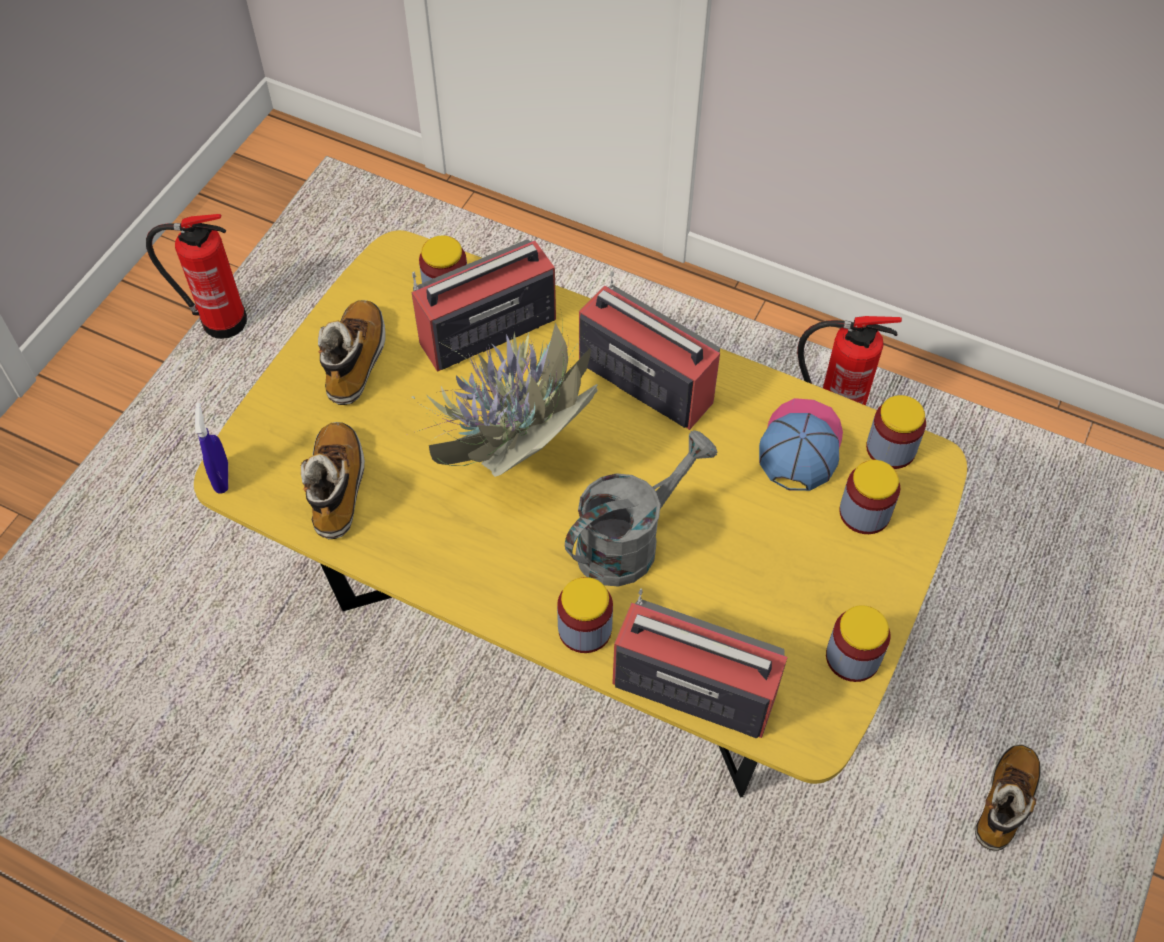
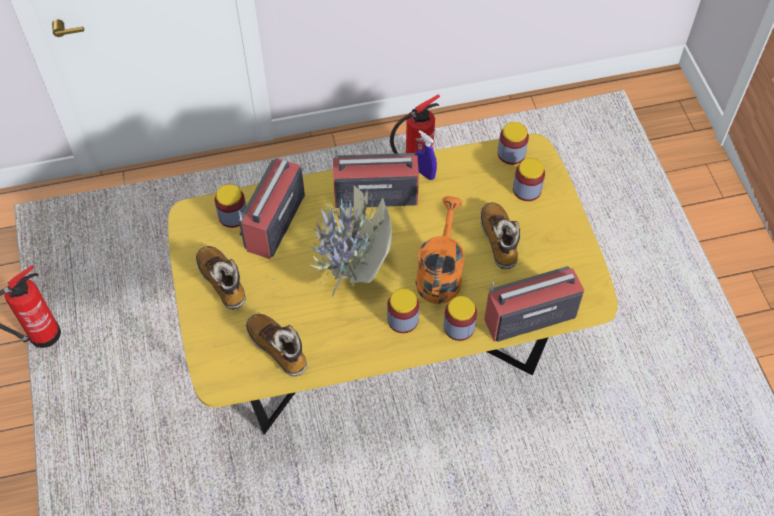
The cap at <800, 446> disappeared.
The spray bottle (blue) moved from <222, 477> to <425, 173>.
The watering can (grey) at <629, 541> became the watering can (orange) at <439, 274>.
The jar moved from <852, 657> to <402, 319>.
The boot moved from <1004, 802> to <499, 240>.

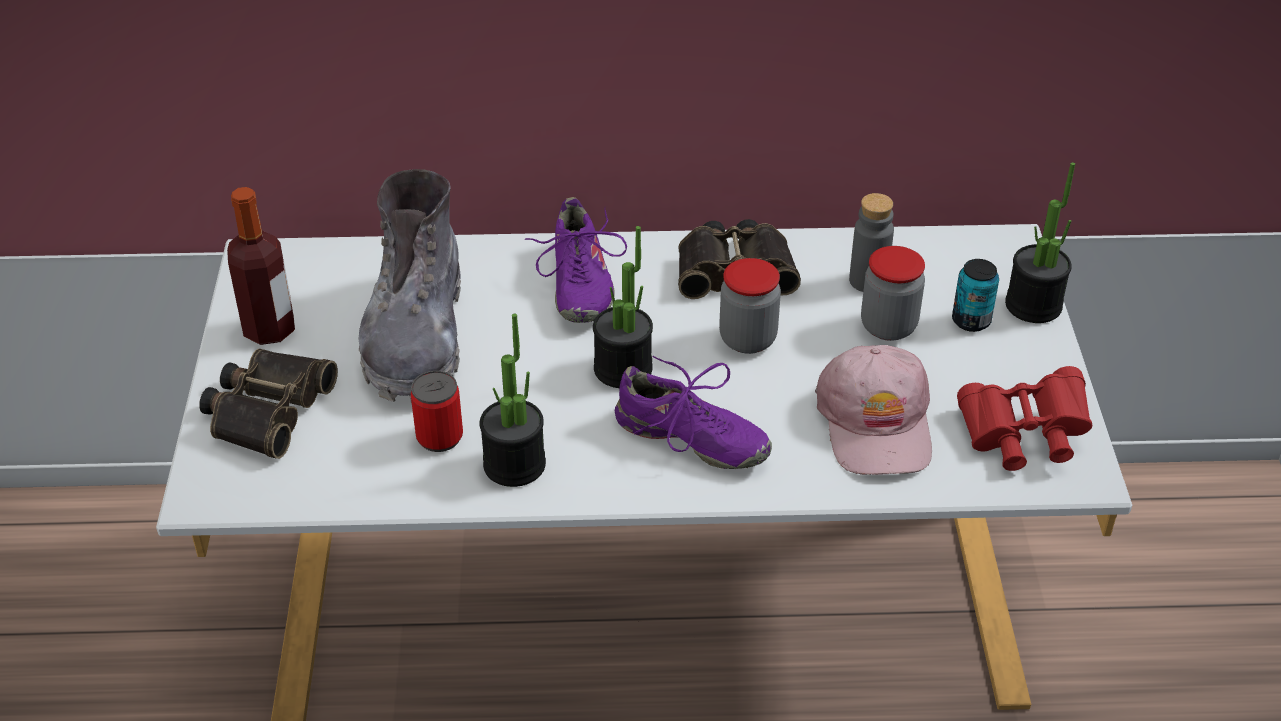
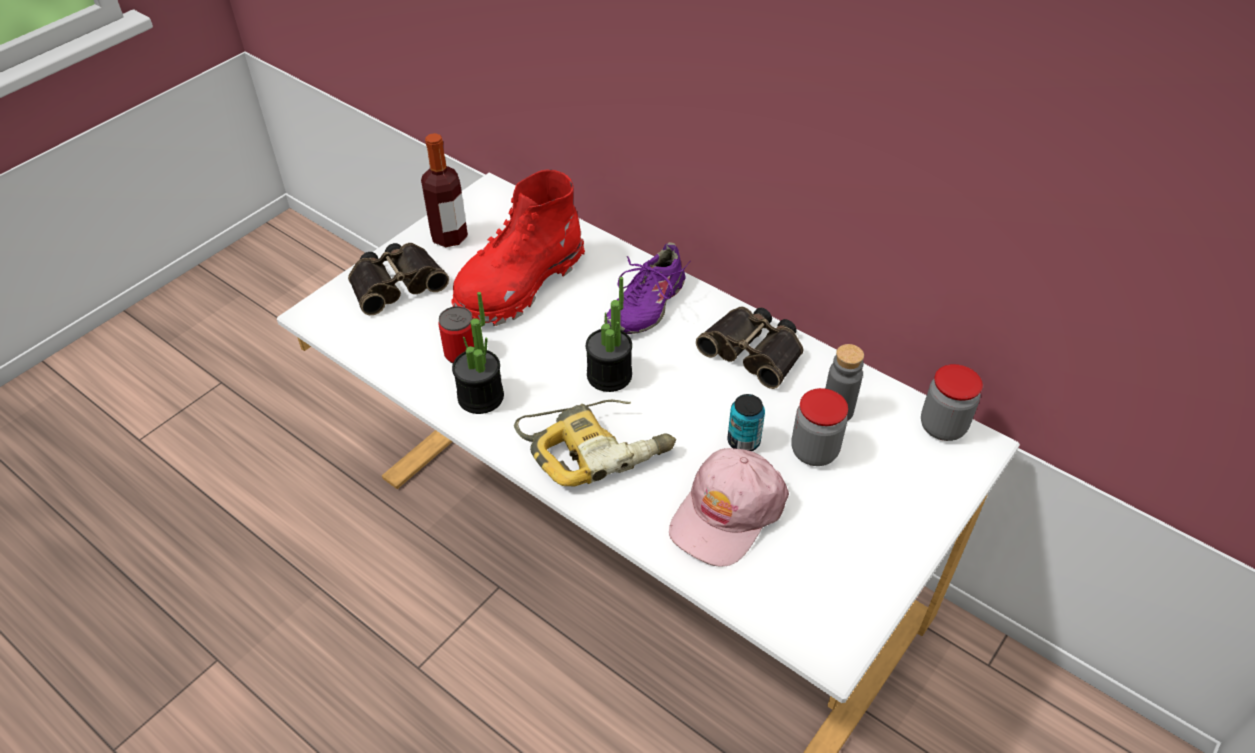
The potted plant at <1033, 305> disappeared.
The boot (grey) at <416, 336> became the boot (red) at <518, 285>.
The jar moved from <747, 339> to <942, 427>.
The can moved from <971, 321> to <743, 441>.
The shoe (purple) at <691, 440> was replaced by the power drill at <596, 447>.
The binoculars (red) at <1022, 437> disappeared.

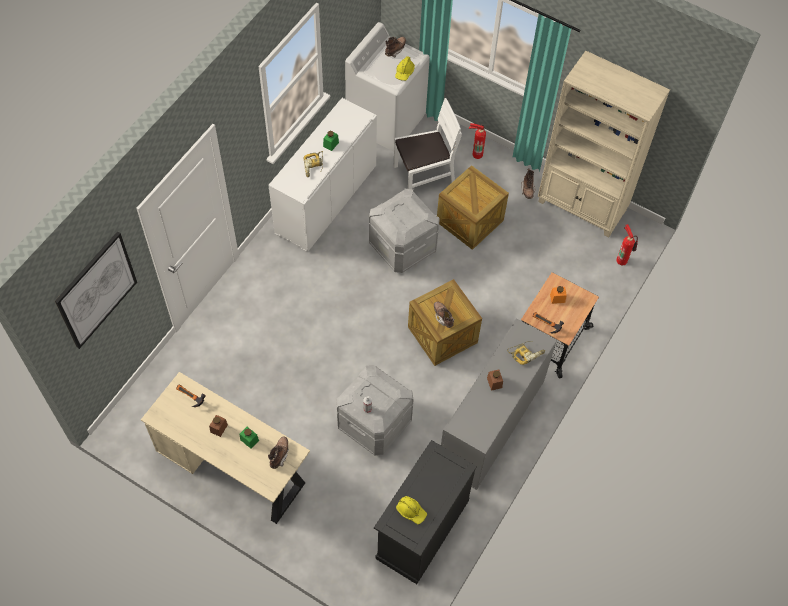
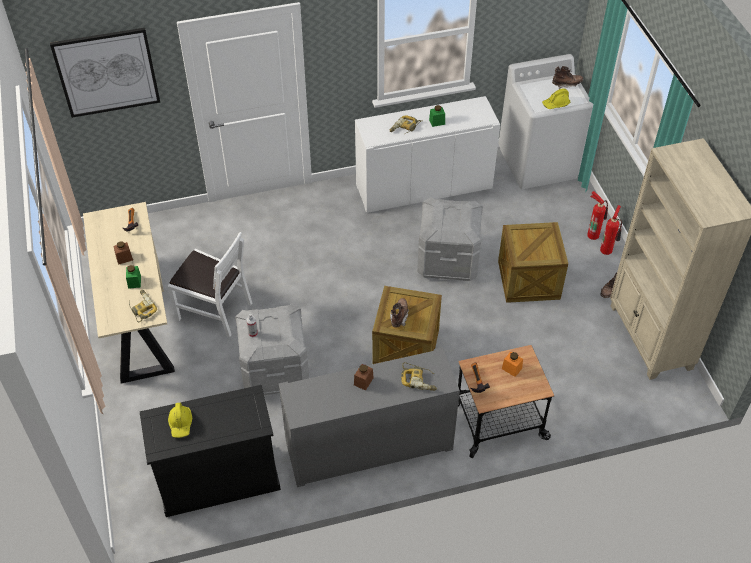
The chair (white) moved from <424, 176> to <214, 310>.
The fire extinguisher moved from <622, 259> to <607, 250>.
The boot (brown) at <279, 455> was replaced by the power drill at <141, 308>.

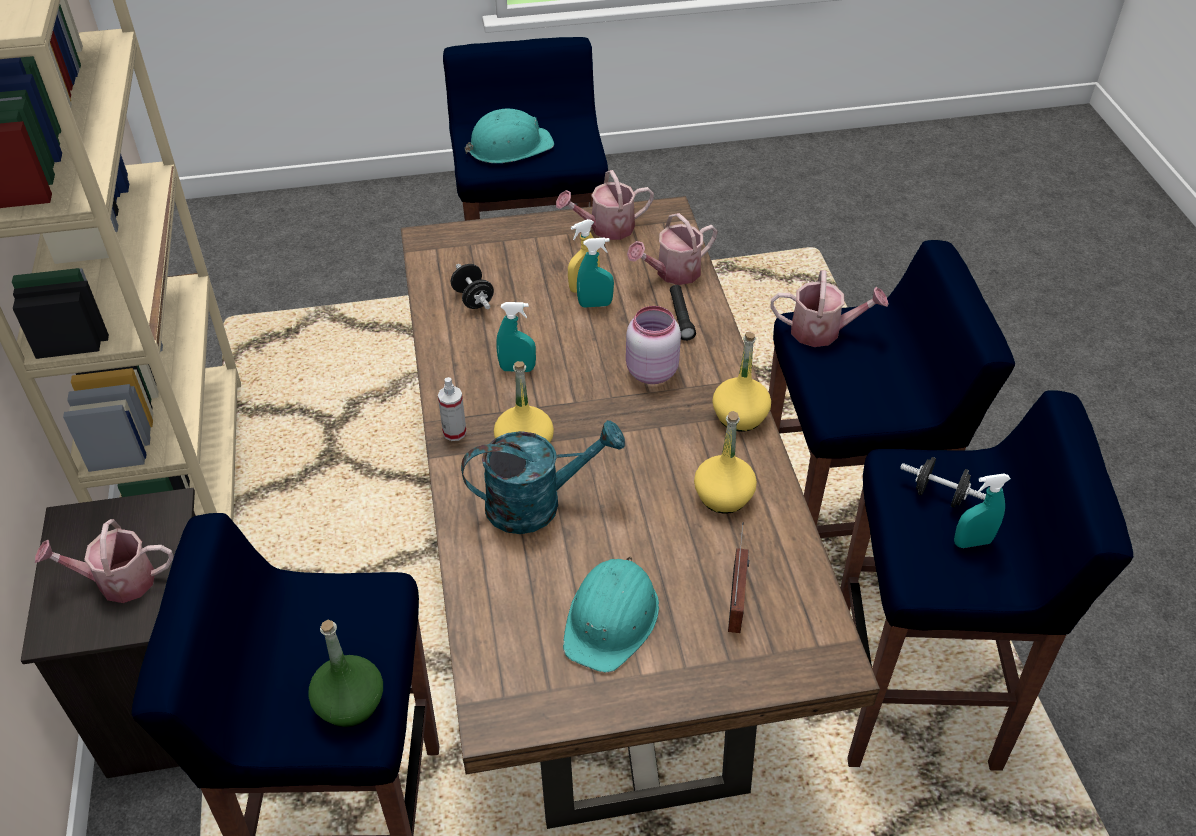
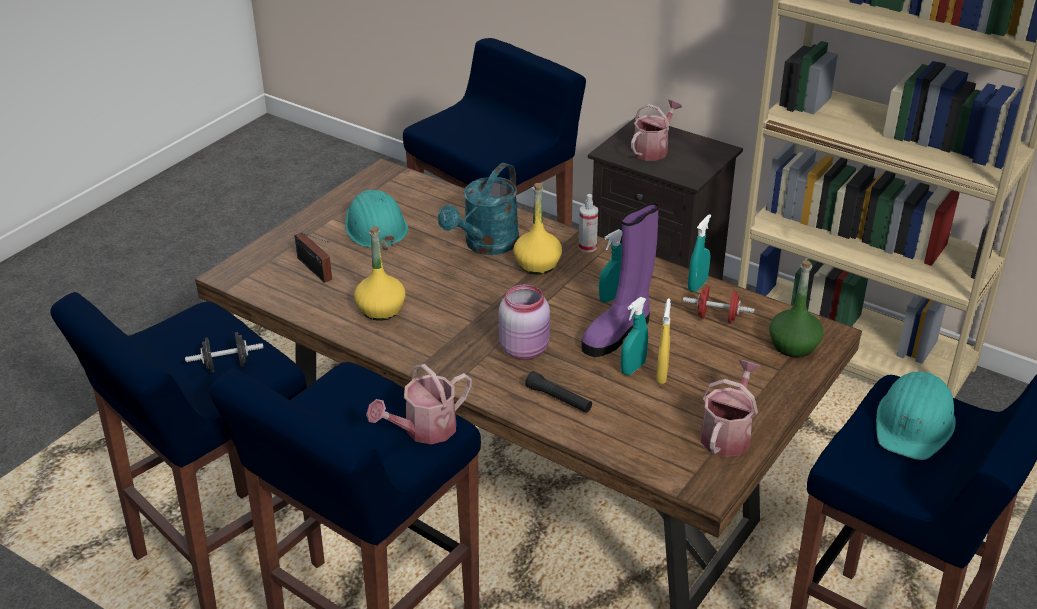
The watering can at <672, 273> disappeared.
The dumbbell (black) at <473, 299> became the dumbbell (red) at <717, 317>.
The bottle (yellow) at <740, 416> disappeared.
The spray bottle (turquoise) moved from <972, 542> to <697, 285>.
The bottle (green) moved from <349, 703> to <793, 345>.
The boot (purple) at <618, 333> appeared.

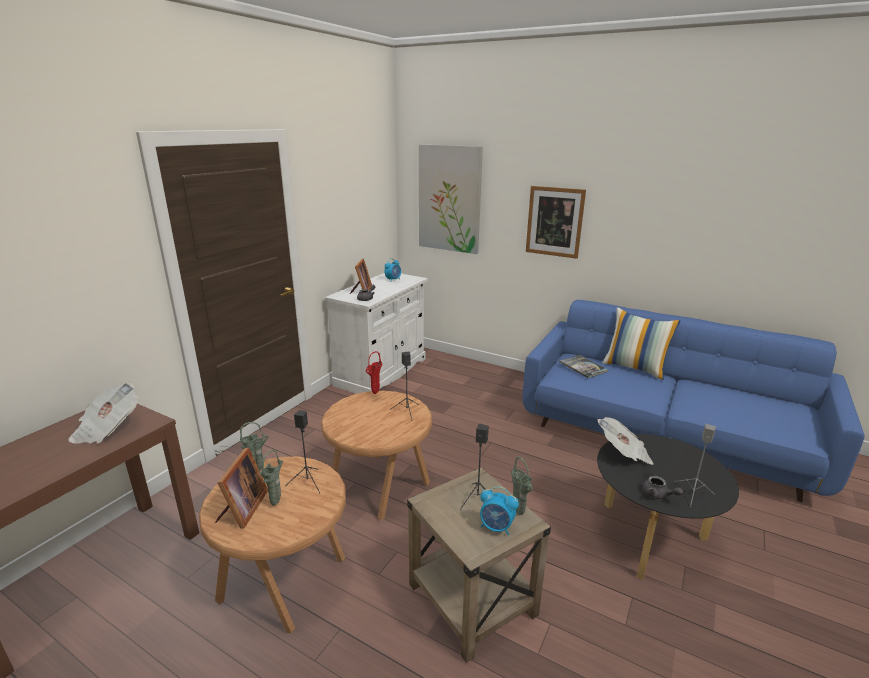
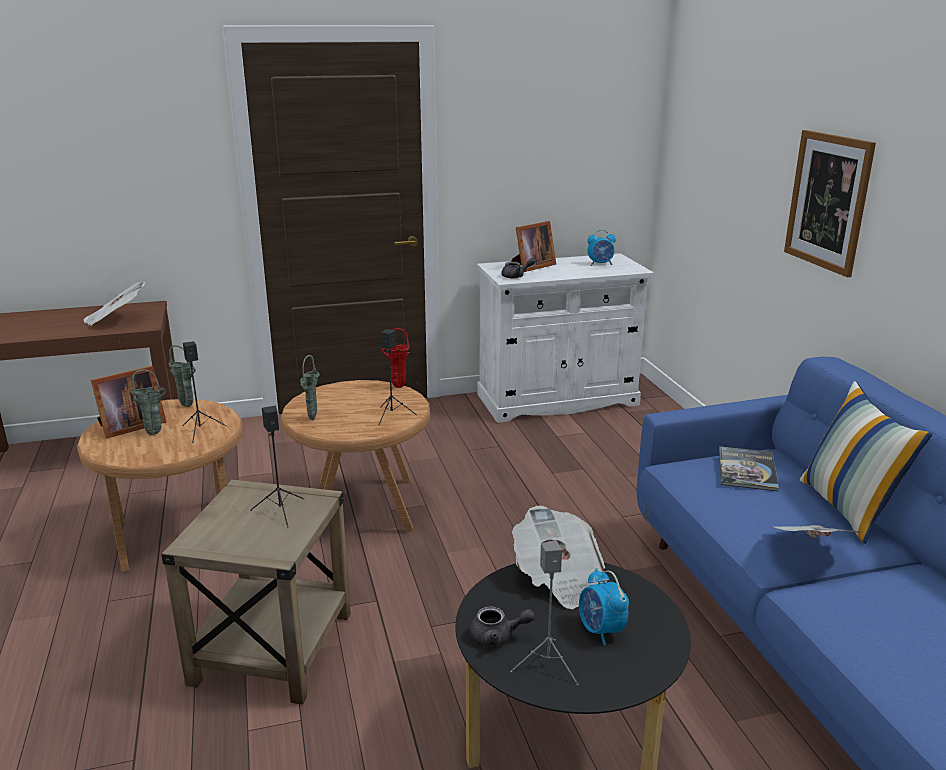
The picture at <449, 199> disappeared.
The vase (green) moved from <519, 514> to <312, 420>.
The teapot (grey) at <658, 495> turned 90 degrees counterclockwise.
The alarm clock moved from <496, 527> to <601, 631>.
The newspaper at <809, 549> appeared.

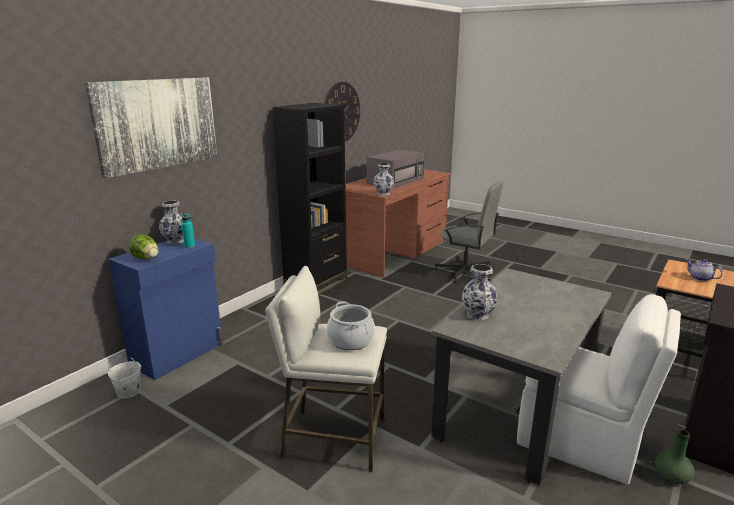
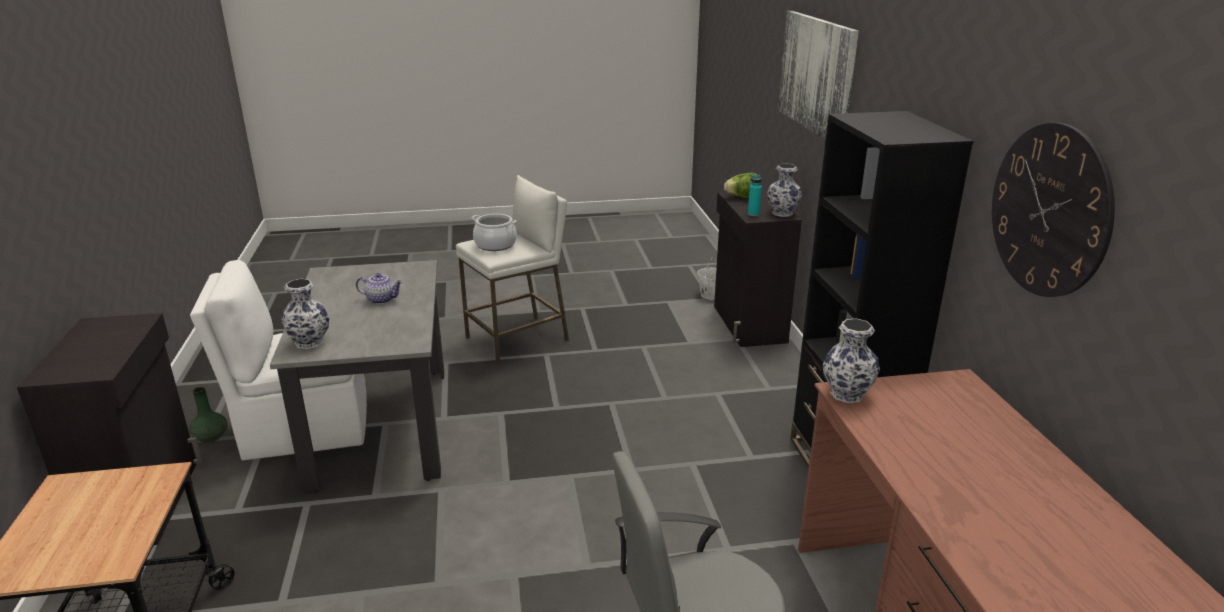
The microwave (grey) at <396, 181> disappeared.
The cabinet (blue) at <179, 354> became the cabinet (black) at <748, 324>.
The teapot moved from <700, 278> to <382, 299>.
The vase moved from <477, 315> to <309, 342>.

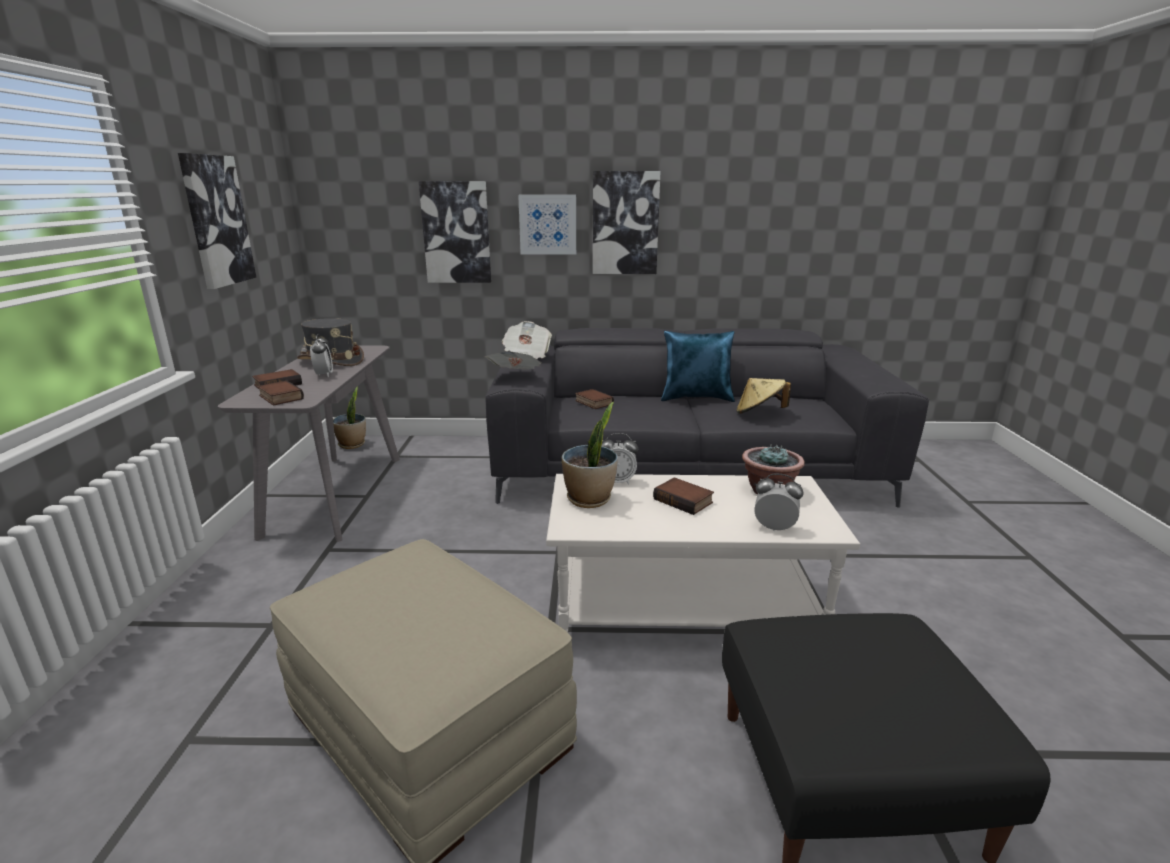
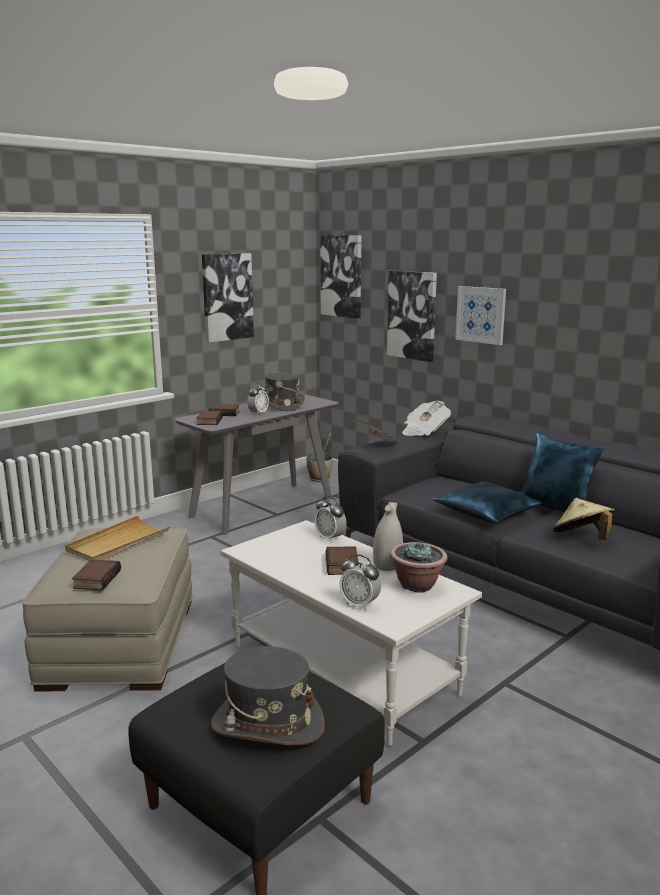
The picture moved from <625, 223> to <342, 276>.
The book moved from <592, 402> to <96, 579>.
The potted plant at <589, 499> disappeared.
The alarm clock at <774, 528> turned 150 degrees clockwise.
The pillow (blue) at <487, 513> appeared.
The vase (white) at <387, 565> appeared.
The tray (beige) at <118, 543> appeared.
The hat (grey) at <267, 724> appeared.

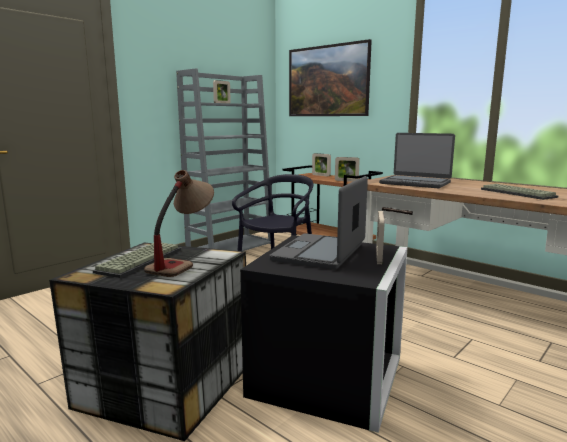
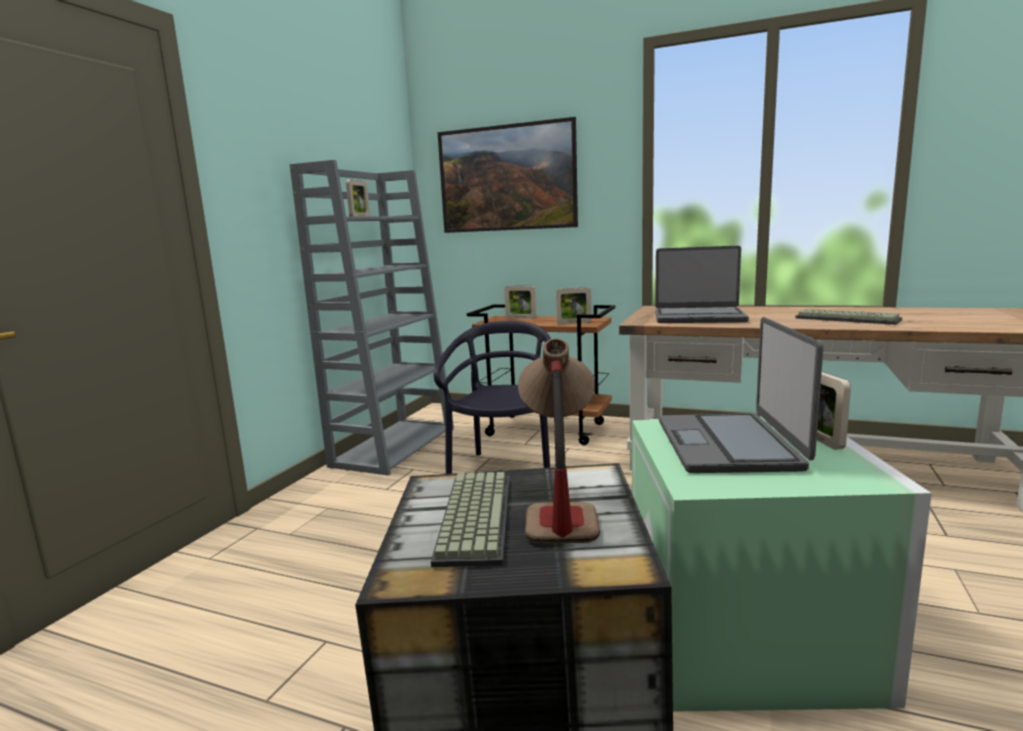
The storage box (black) at <328, 377> became the storage box (green) at <750, 635>.

